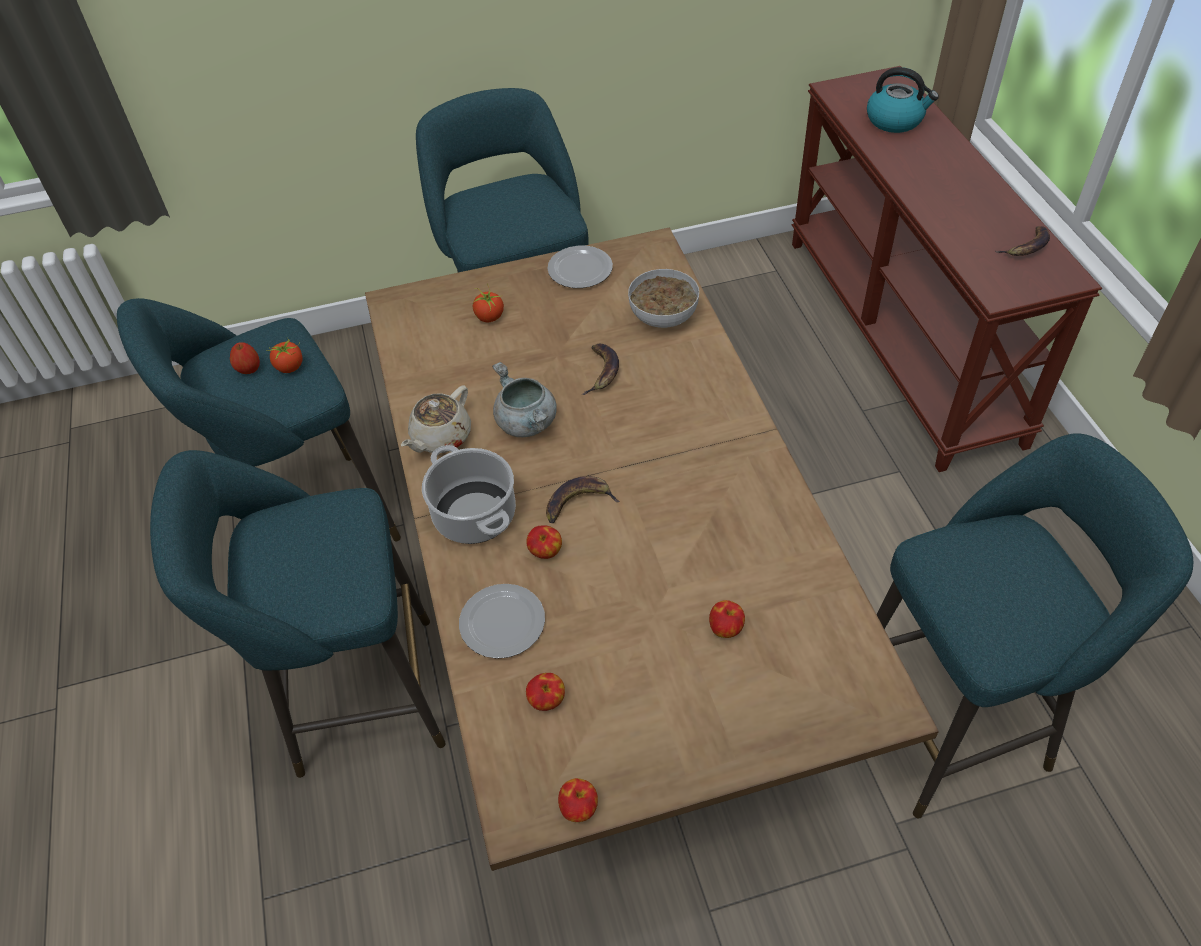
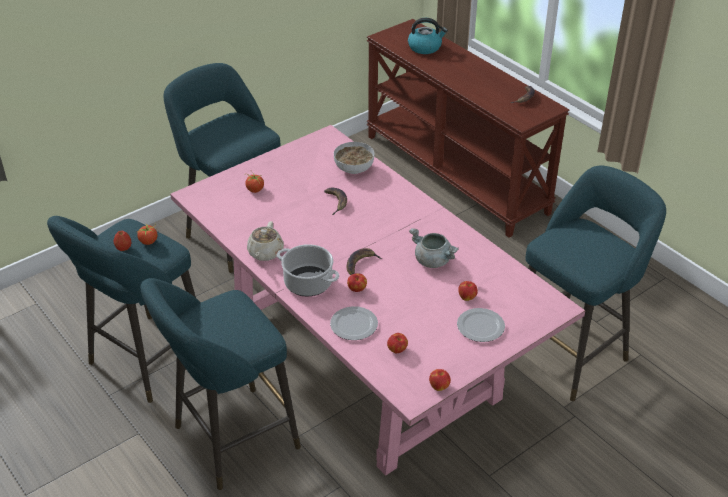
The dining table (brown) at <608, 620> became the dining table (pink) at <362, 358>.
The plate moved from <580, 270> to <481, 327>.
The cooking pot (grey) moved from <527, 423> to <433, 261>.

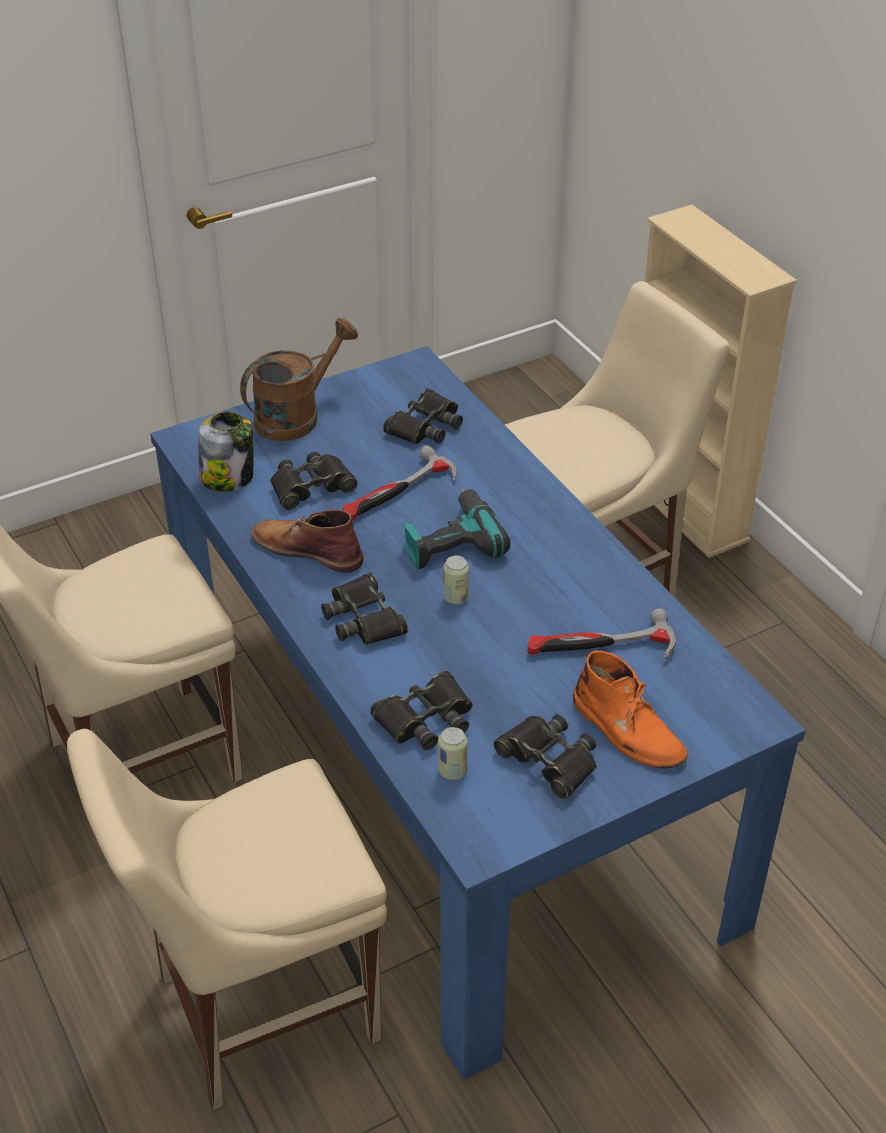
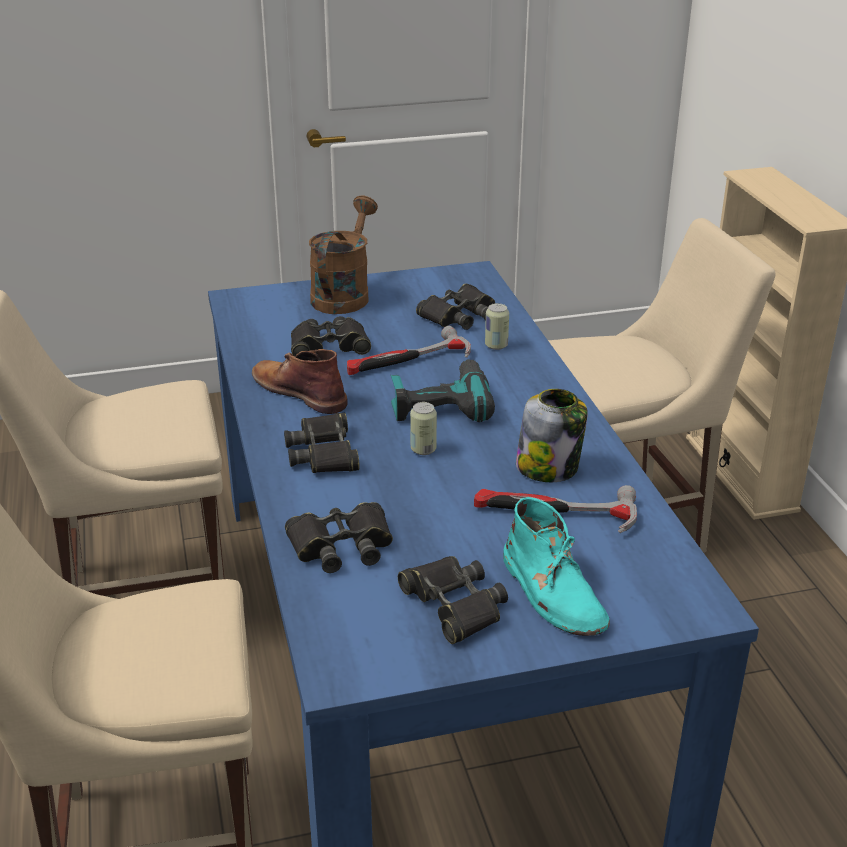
The watering can (brown) at <296, 416> turned 45 degrees counterclockwise.
The jar moved from <228, 477> to <548, 467>.
The boot (orange) at <628, 730> became the boot (turquoise) at <553, 593>.
The can moved from <452, 771> to <496, 345>.

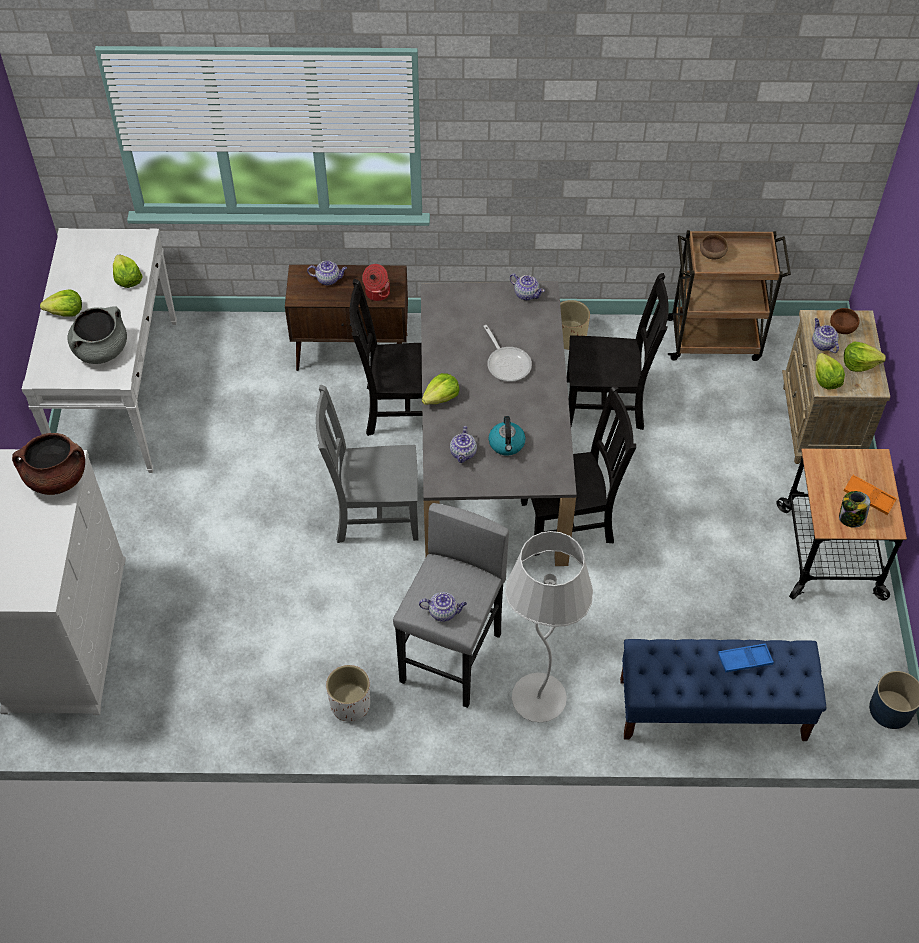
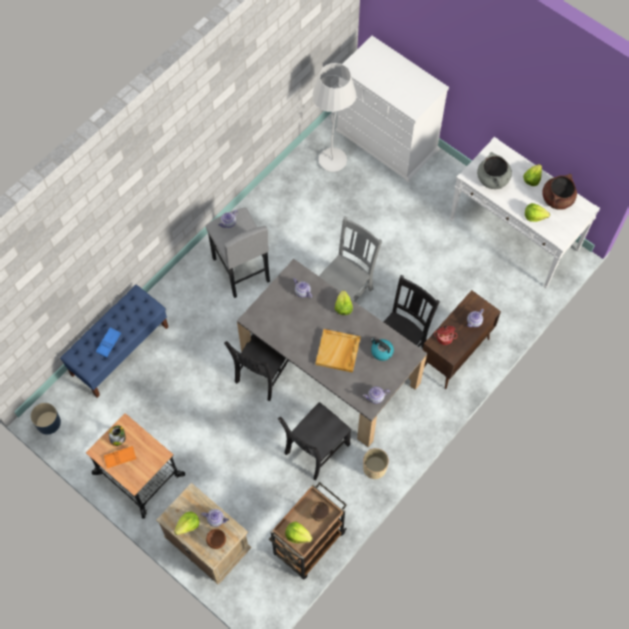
The frying pan at <507, 363> was replaced by the tray (beige) at <338, 352>.
The lettuce moved from <825, 379> to <298, 535>.
The kettle moved from <507, 444> to <381, 351>.
The cooking pot (brown) moved from <56, 478> to <557, 199>.
The floor lamp (white) moved from <538, 699> to <332, 160>.
The planter (white) at <350, 704> disappeared.

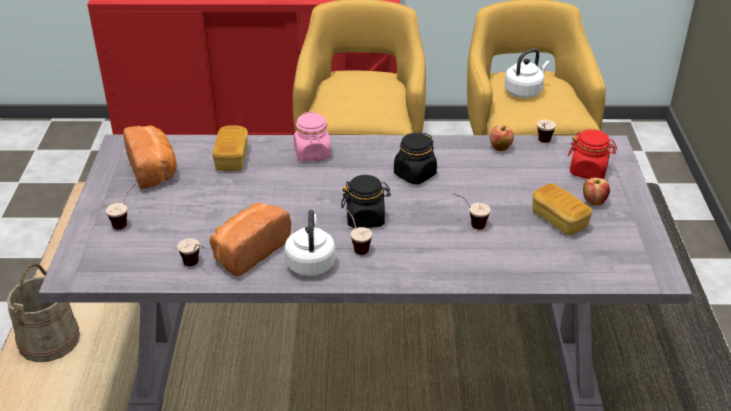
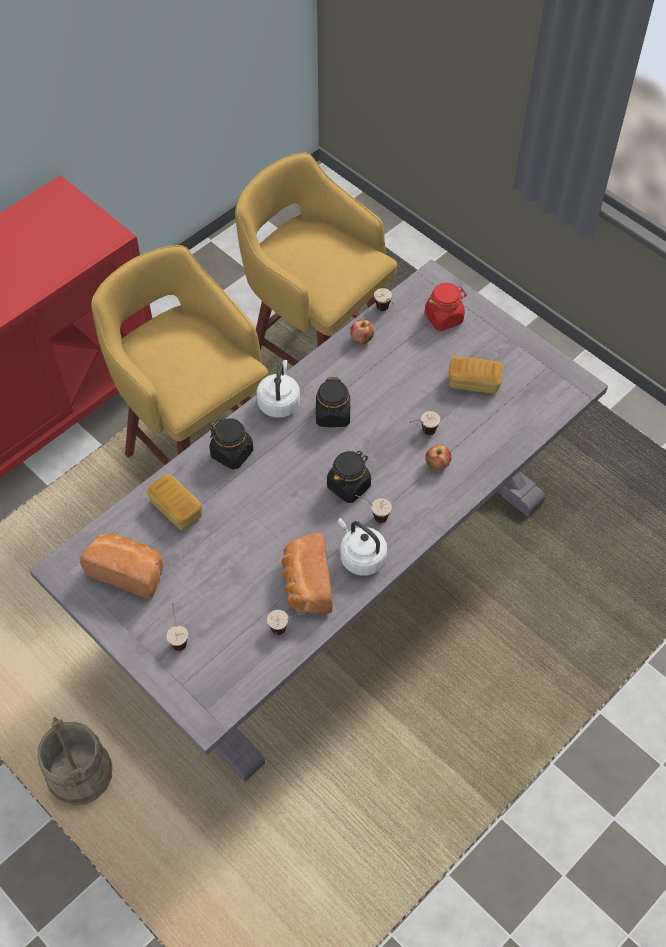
The kettle (white) moved from <524, 91> to <279, 402>.
The jar (pink) at <312, 153> became the jar (black) at <232, 453>.
The apple moved from <594, 202> to <437, 465>.

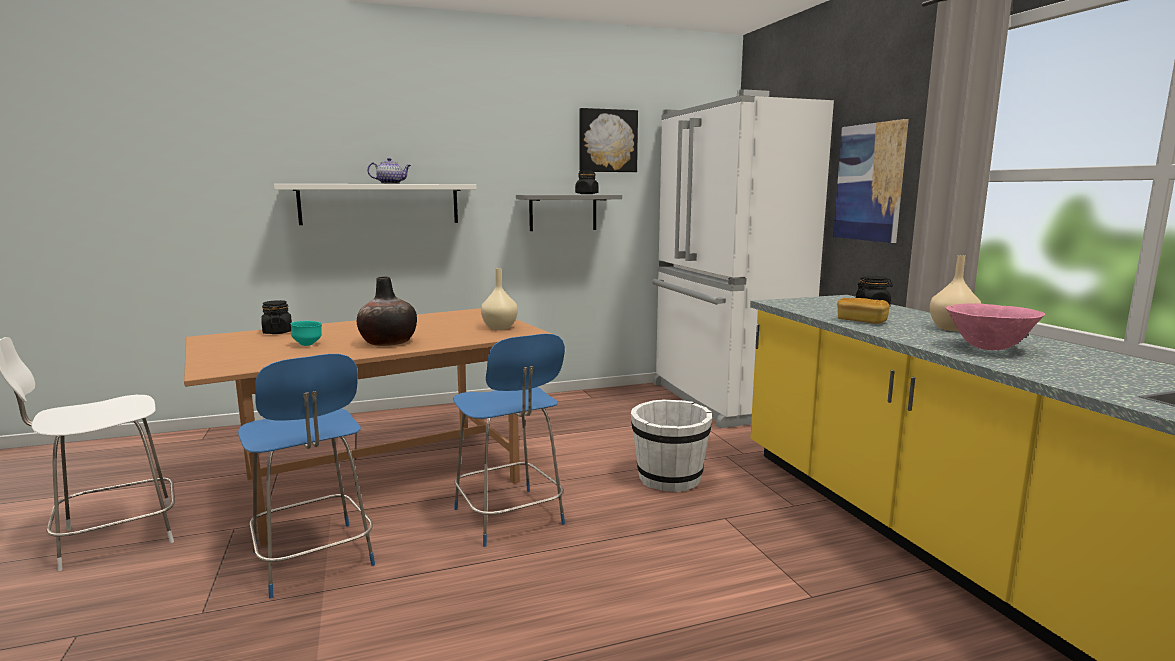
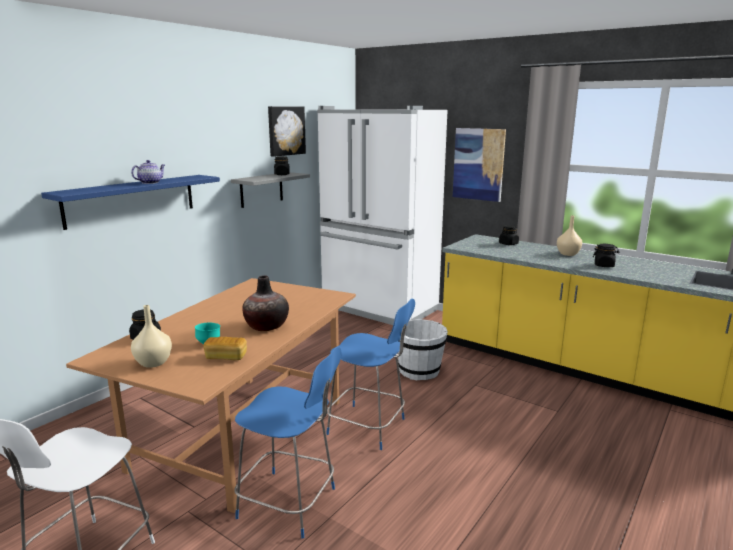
The shelf (white) at <380, 204> became the shelf (blue) at <131, 200>.
The vase (beige) moved from <500, 328> to <154, 363>.
The bread moved from <861, 321> to <226, 357>.
The bowl (pink) at <988, 349> was replaced by the jar (black) at <604, 265>.

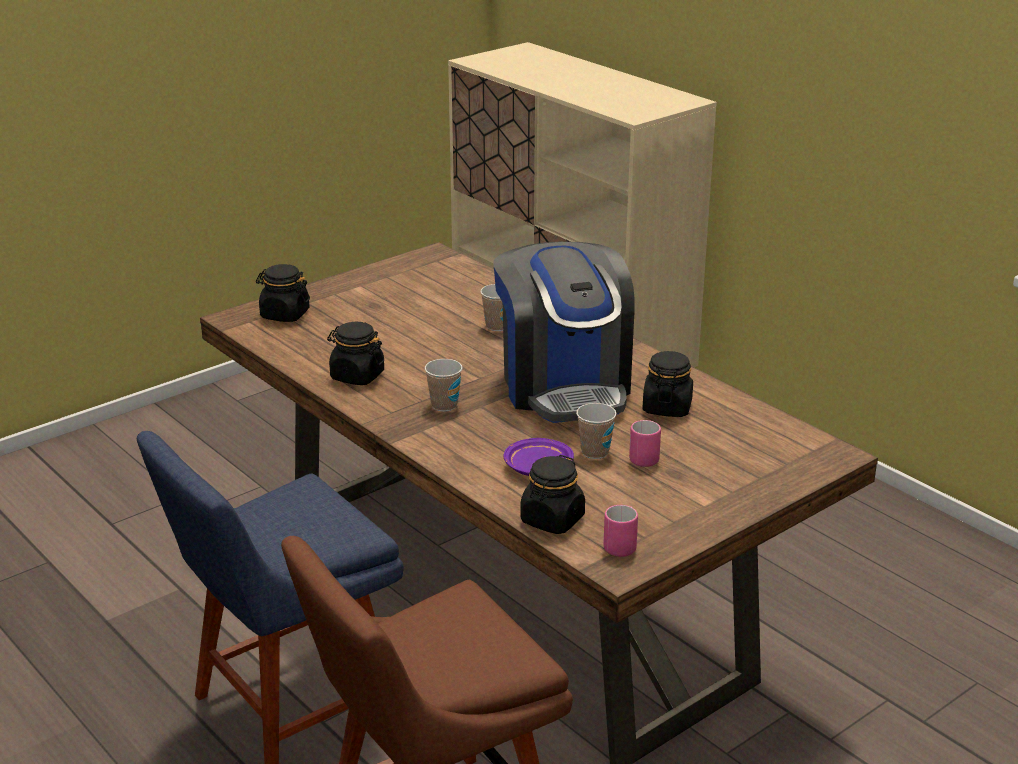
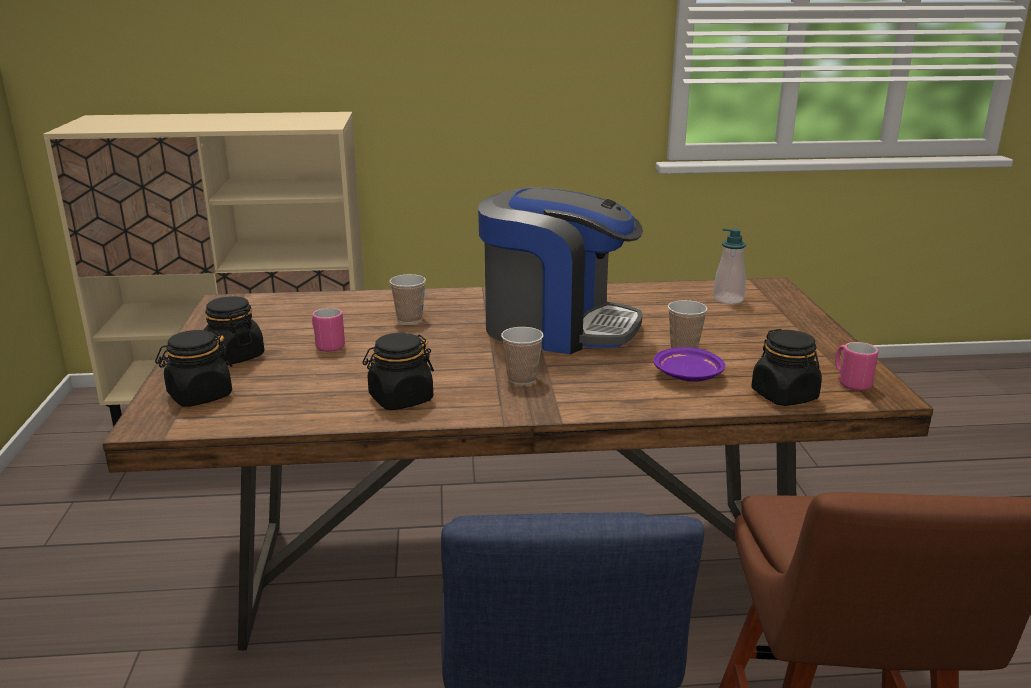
The jar (black) moved from <667, 407> to <234, 356>.
The mug (pink) moved from <644, 457> to <327, 345>.
The soap dispenser at <728, 299> appeared.

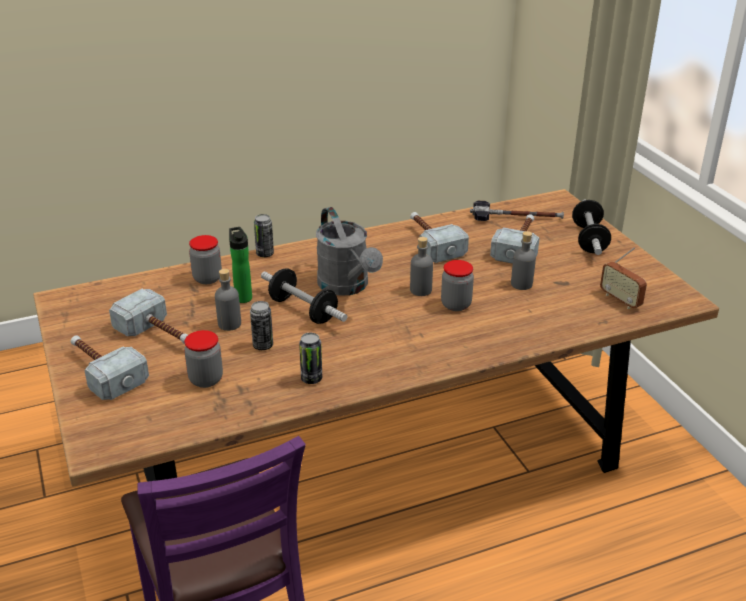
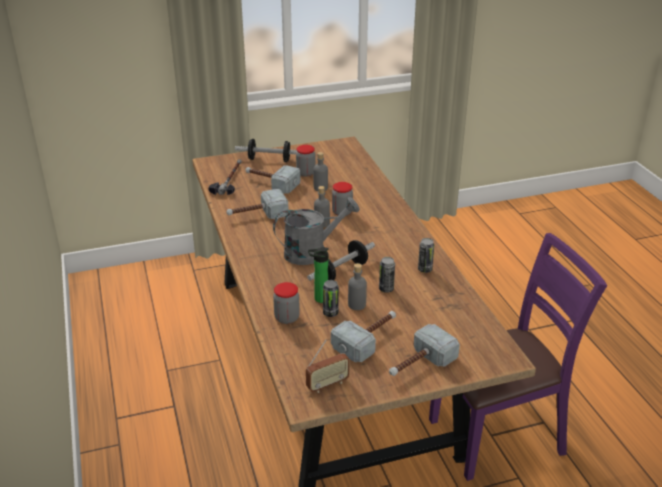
The can moved from <265, 254> to <330, 313>.
The radio moved from <620, 300> to <327, 385>.
The jar moved from <206, 379> to <306, 173>.

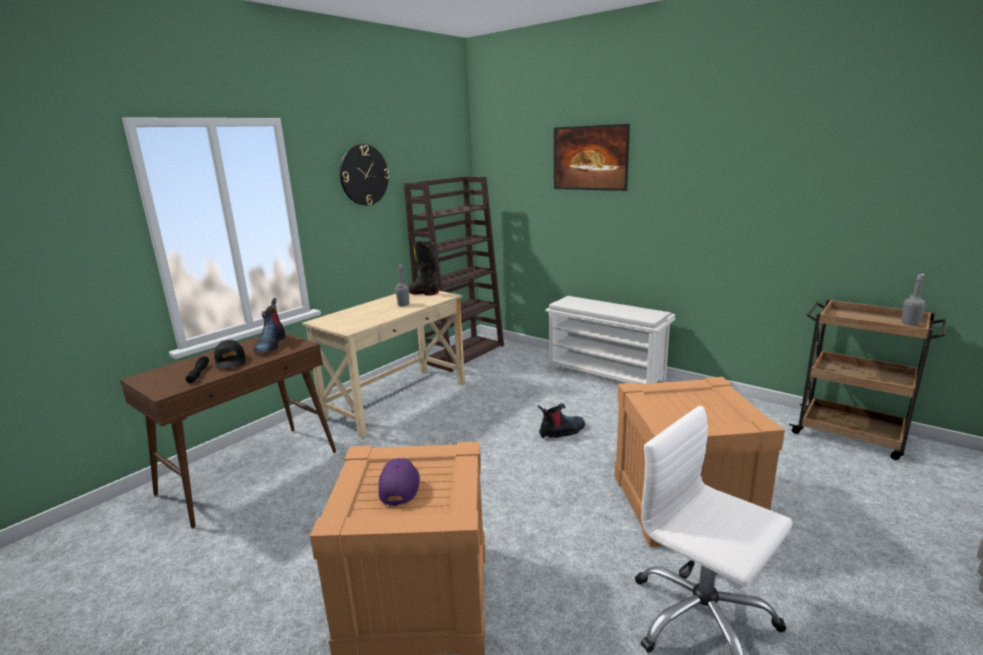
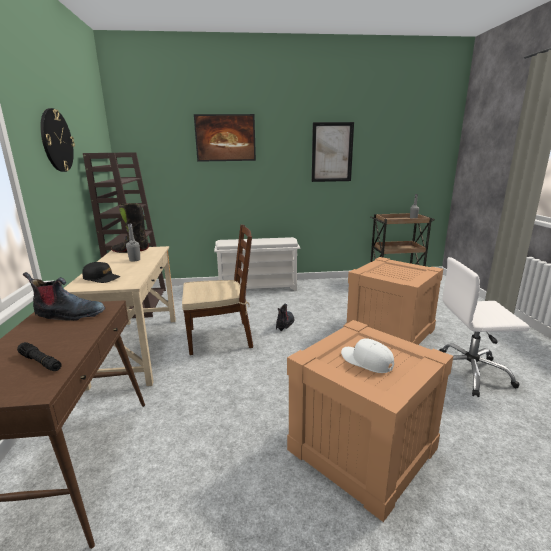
The boot at <270, 344> turned 45 degrees counterclockwise.
The cap (black) moved from <231, 361> to <102, 278>.
The cap (purple) at <399, 486> became the cap (white) at <366, 361>.
The picture at <332, 152> appeared.
The chair (brown) at <220, 337> appeared.

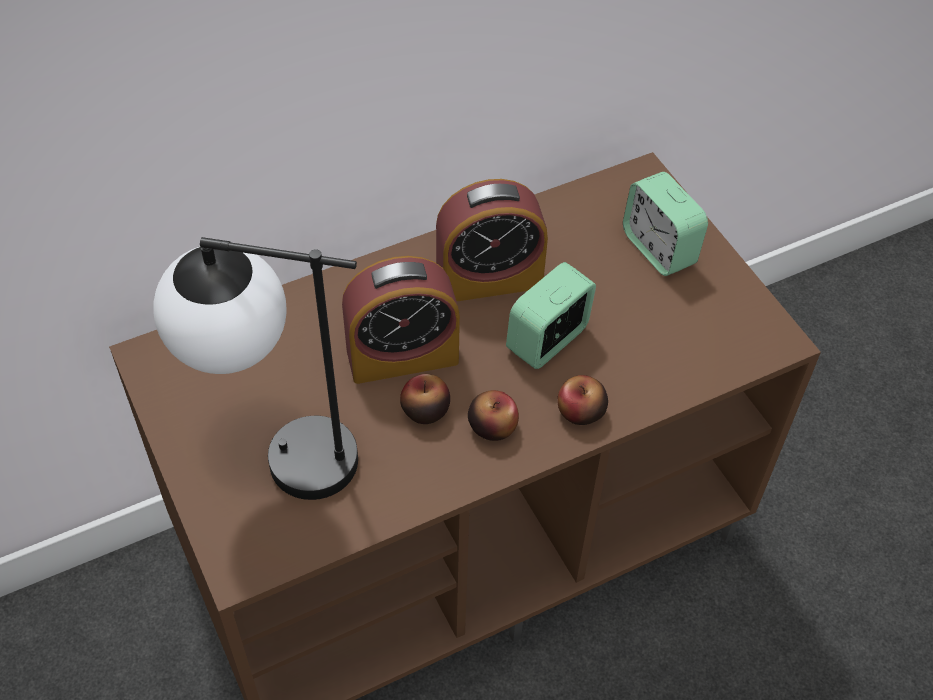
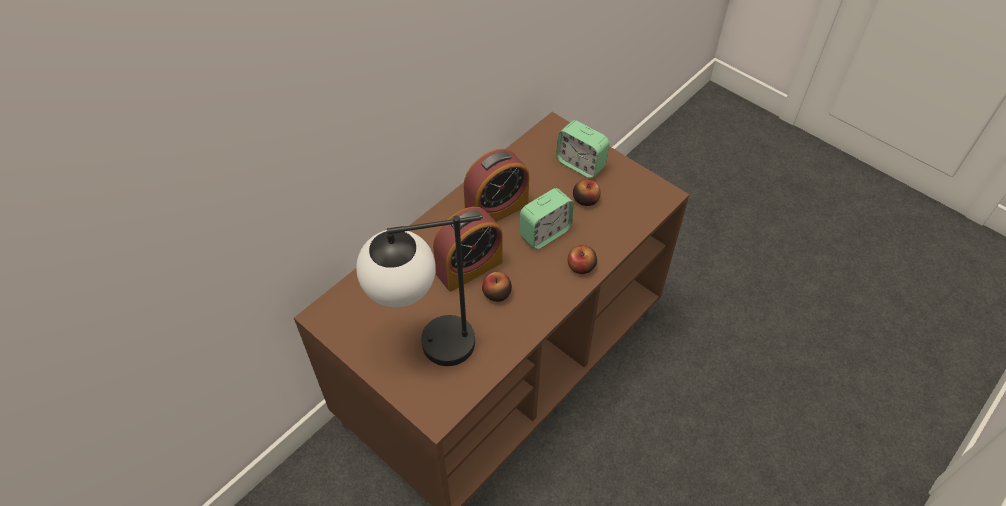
The alarm clock at <548, 340> turned 150 degrees counterclockwise.
The apple moved from <492, 426> to <585, 199>.

